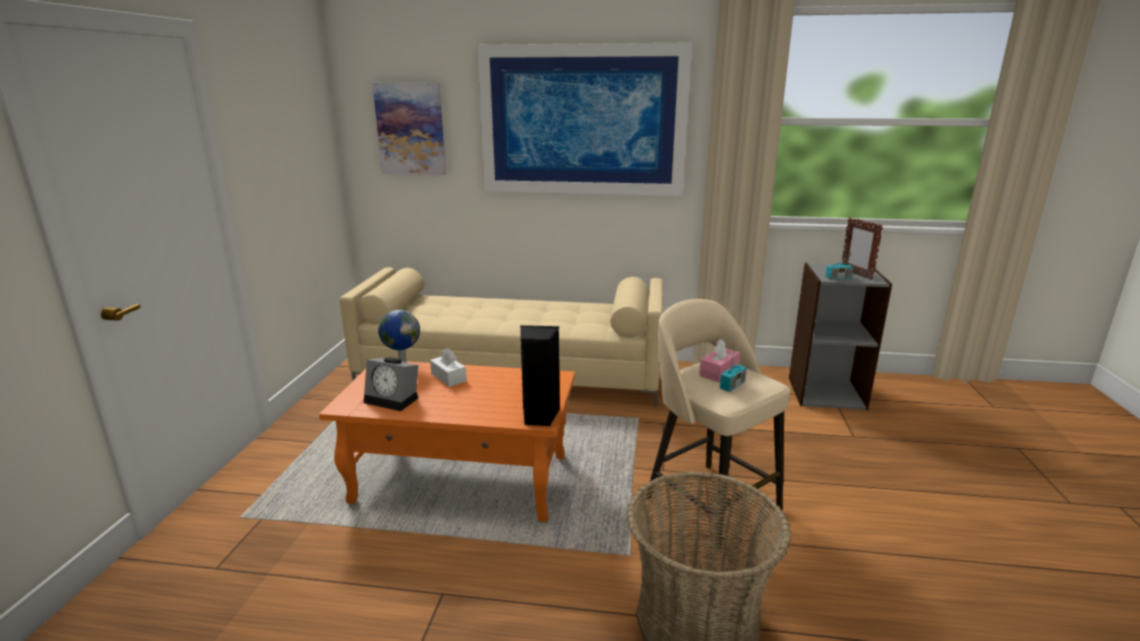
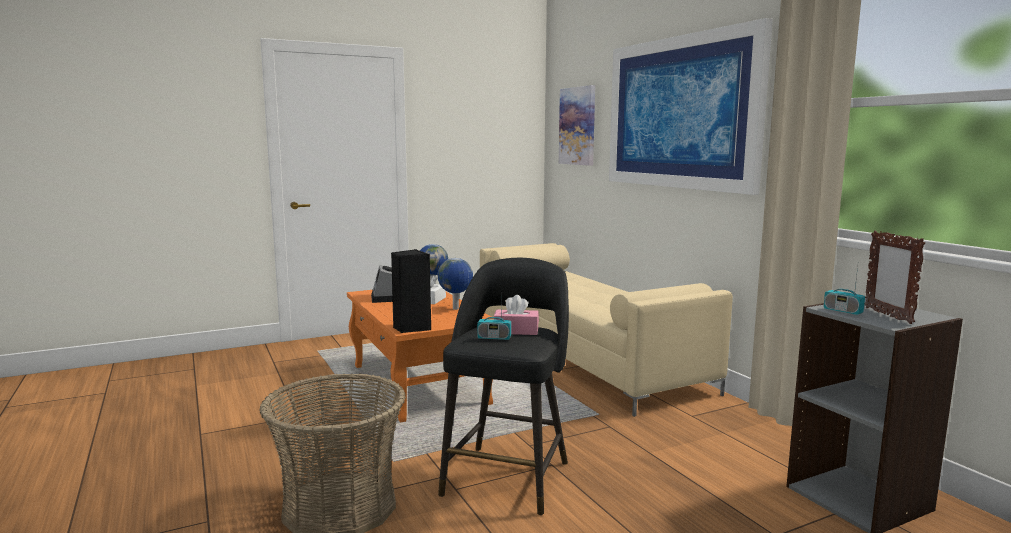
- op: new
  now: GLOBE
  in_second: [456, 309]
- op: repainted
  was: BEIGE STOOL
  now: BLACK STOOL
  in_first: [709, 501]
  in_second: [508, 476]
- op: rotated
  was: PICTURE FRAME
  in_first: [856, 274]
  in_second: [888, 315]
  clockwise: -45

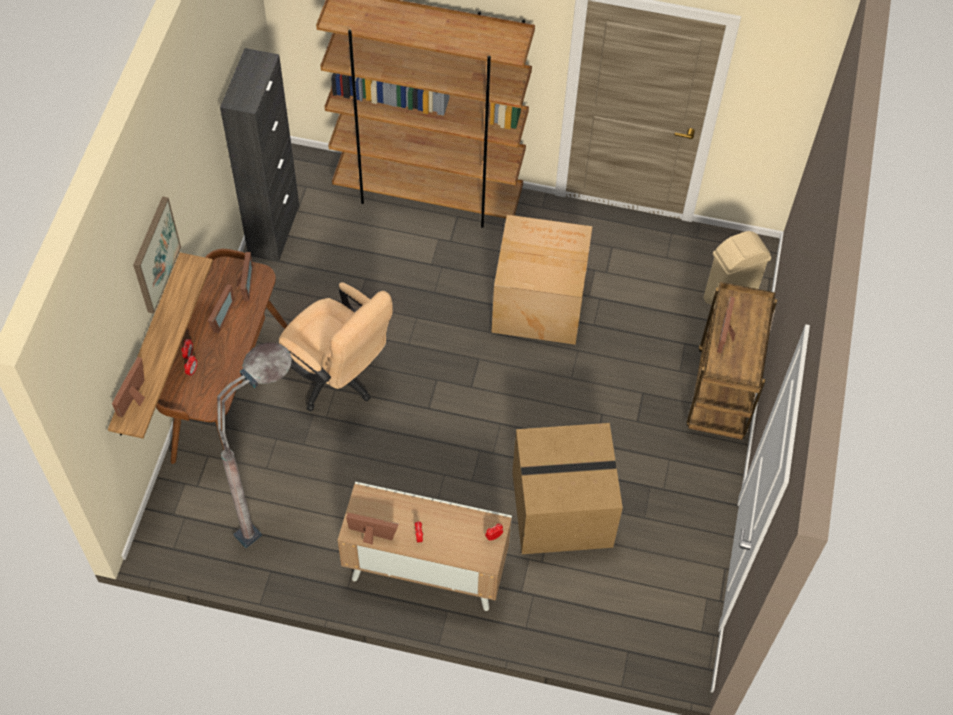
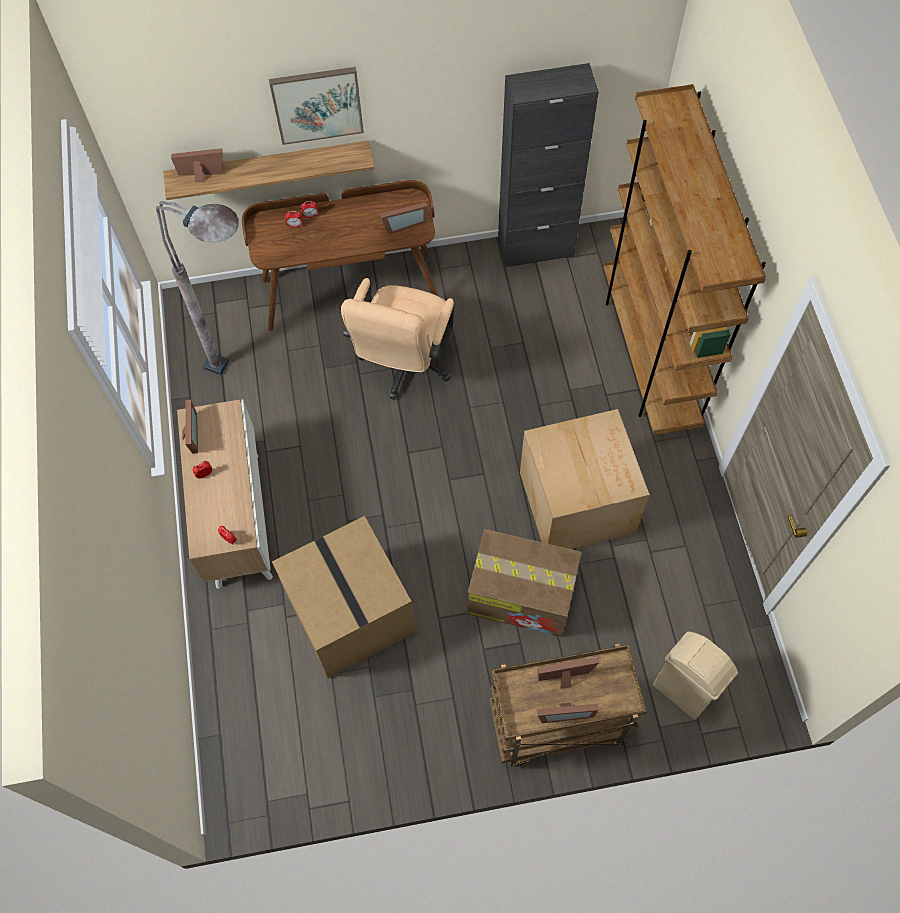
- op: new
  now: CARDBOARD BOX
  in_second: [523, 594]
- op: shifted
  was: PICTURE FRAME
  in_first: [219, 316]
  in_second: [563, 712]

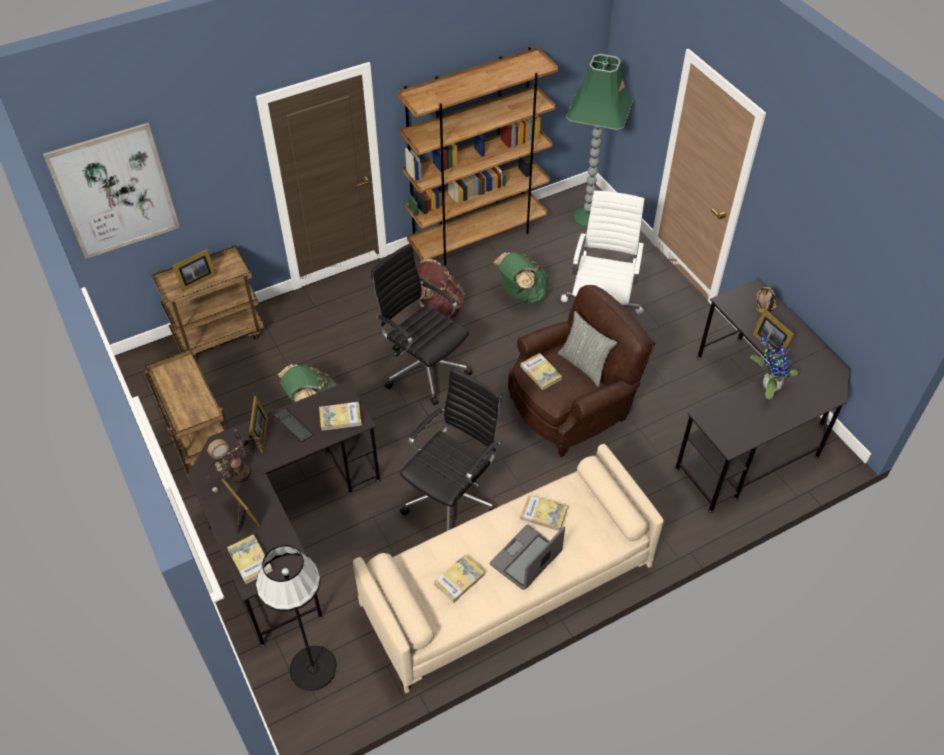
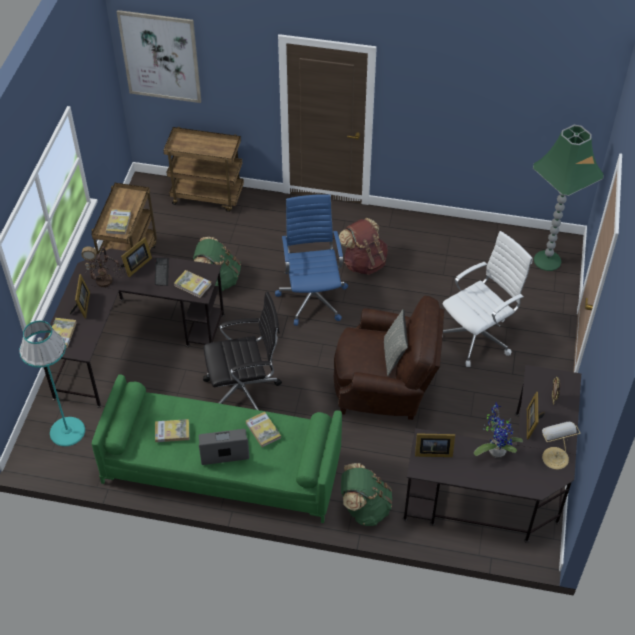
- op: gone
  was: BROWN BOOKCASE
  in_first: [478, 237]
- op: new
  now: TABLE LAMP
  in_second: [554, 457]
- op: shifted
  was: PICTURE FRAME
  in_first: [195, 281]
  in_second: [432, 452]
- op: shifted
  was: GREEN BACKPACK
  in_first: [521, 295]
  in_second: [364, 507]
- op: shifted
  was: BOOK
  in_first: [541, 373]
  in_second: [118, 223]
- op: repainted
  was: BLACK FLOOR LAMP
  now: TURQUOISE FLOOR LAMP
  in_first: [313, 668]
  in_second: [67, 431]
- op: repainted
  was: BEIGE SOFA
  now: GREEN SOFA
  in_first: [507, 585]
  in_second: [222, 467]
- op: repainted
  was: BLACK OFFICE CHAIR
  now: BLUE OFFICE CHAIR
  in_first: [424, 368]
  in_second: [313, 297]

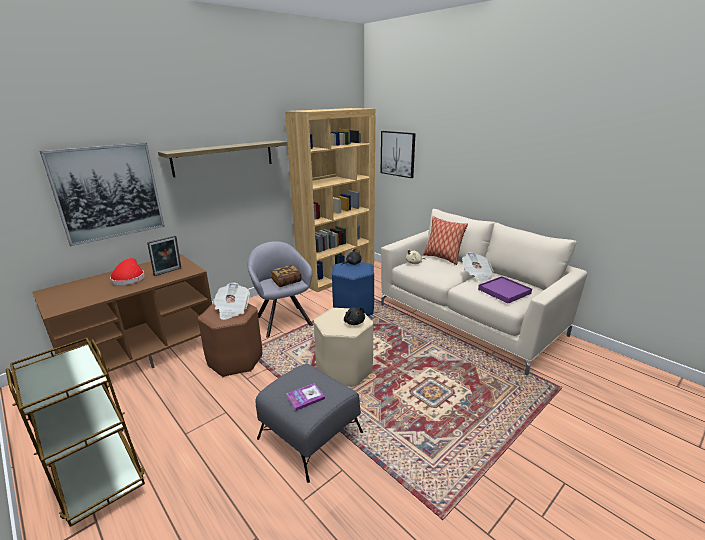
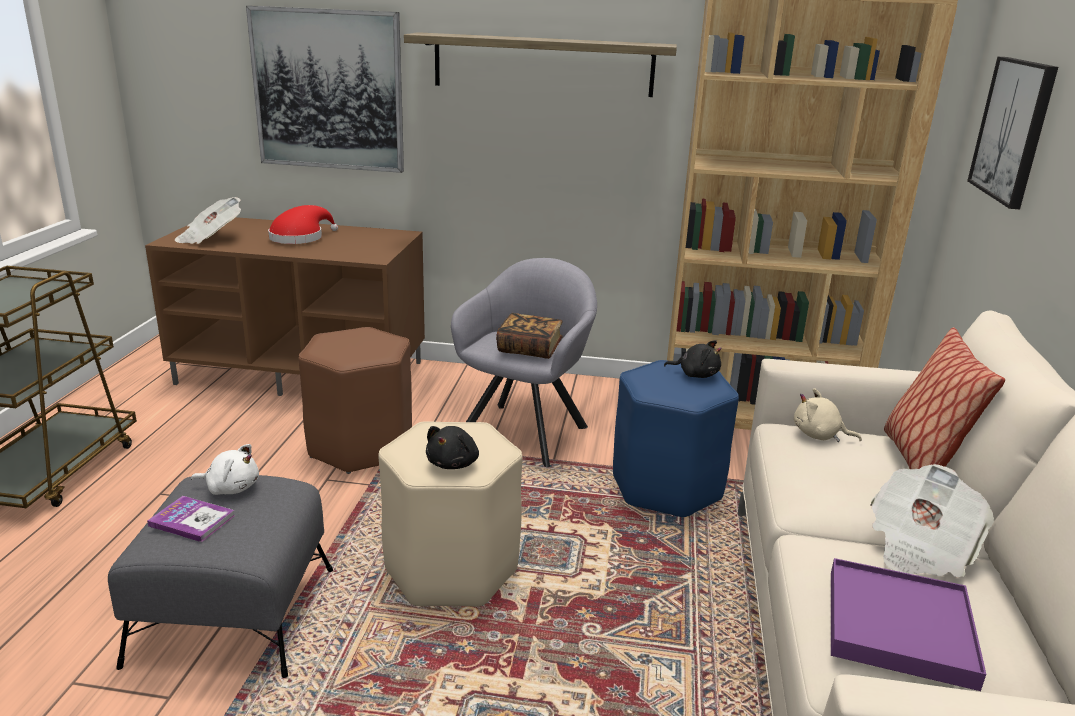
- op: gone
  was: PICTURE FRAME
  in_first: [168, 272]
- op: new
  now: WHITE PLUSH TOY
  in_second: [231, 488]
- op: shifted
  was: NEWSPAPER
  in_first: [232, 310]
  in_second: [210, 238]

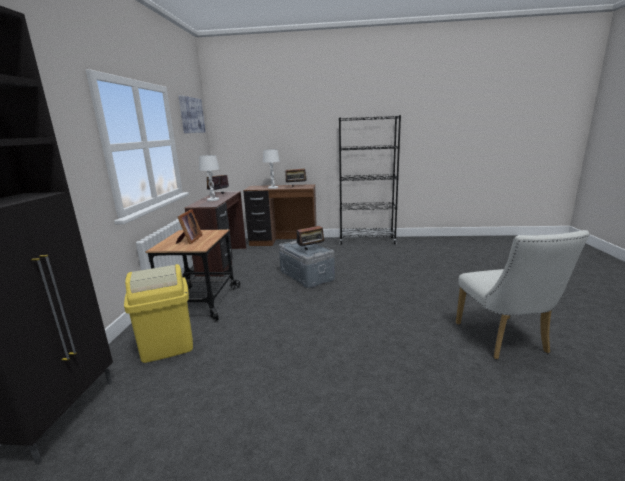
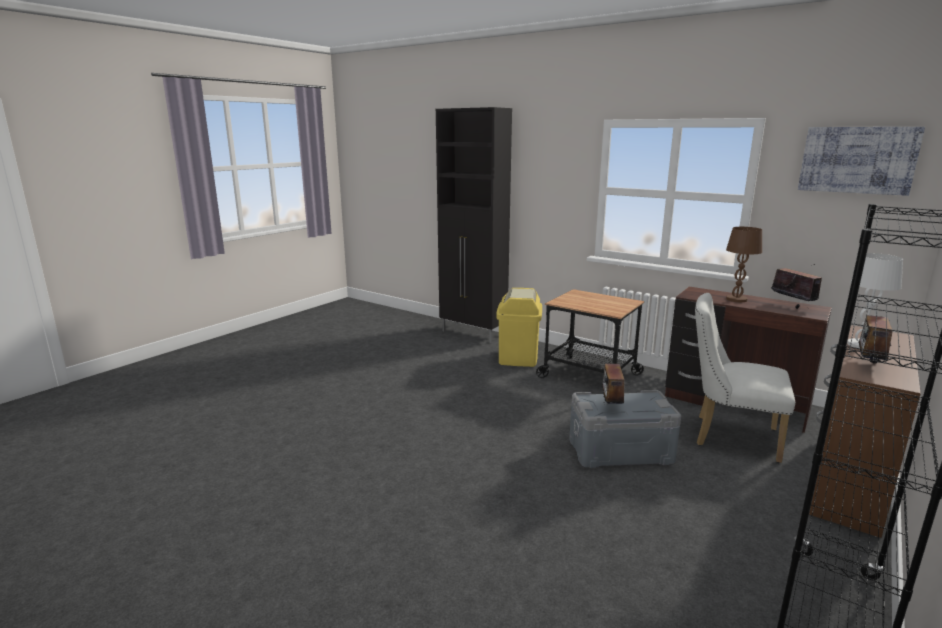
- op: gone
  was: PICTURE FRAME
  in_first: [189, 240]
- op: shifted
  was: WHITE CHAIR
  in_first: [504, 341]
  in_second: [729, 436]
- op: repainted
  was: WHITE TABLE LAMP
  now: BROWN TABLE LAMP
  in_first: [212, 200]
  in_second: [736, 299]

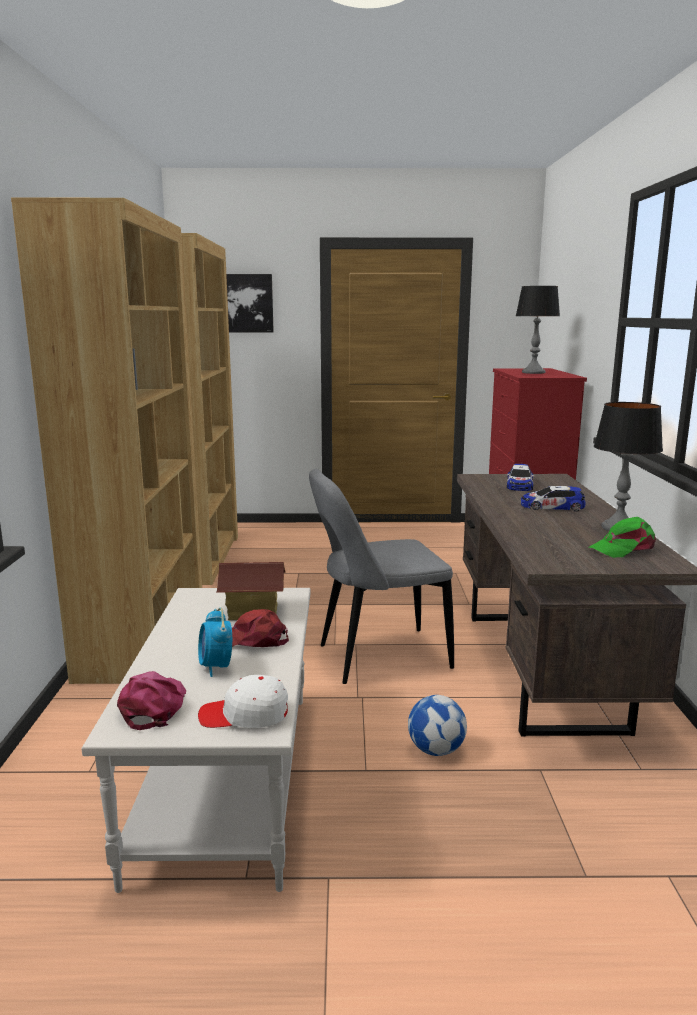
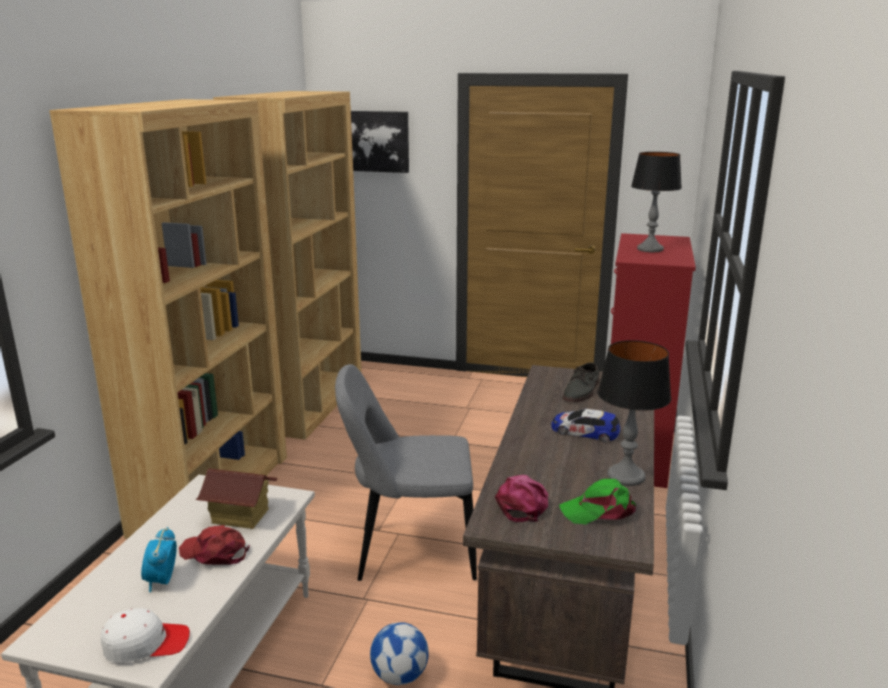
- op: shifted
  was: PINK CAP
  in_first: [154, 707]
  in_second: [523, 503]
- op: swapped
  was: TOY CAR
  now: GREY SHOE
  in_first: [519, 485]
  in_second: [582, 391]
- op: rotated
  was: WHITE CAP
  in_first: [244, 715]
  in_second: [146, 643]
  clockwise: 150

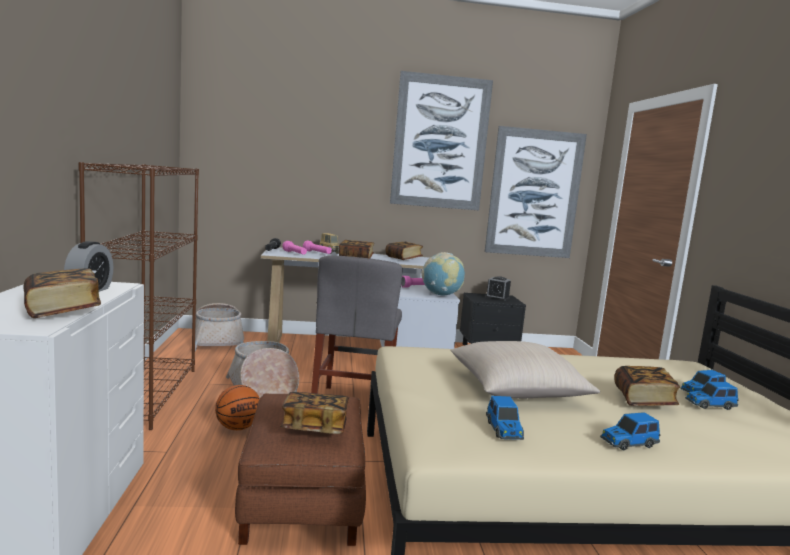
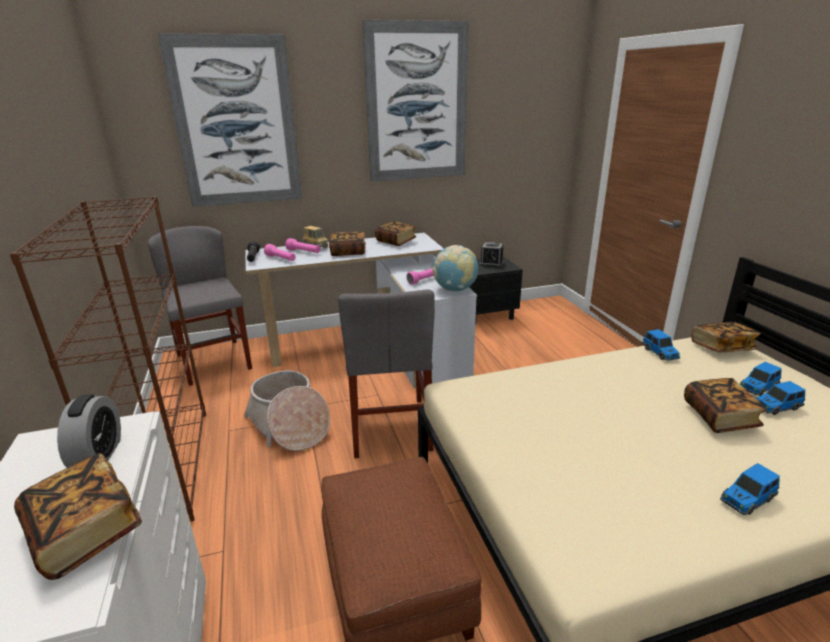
- op: gone
  was: BASKETBALL
  in_first: [237, 428]
- op: gone
  was: BEIGE PILLOW
  in_first: [516, 390]
- op: shifted
  was: BOOK
  in_first: [315, 427]
  in_second: [721, 347]
- op: shifted
  was: PICTURE
  in_first: [534, 193]
  in_second: [236, 123]
- op: shifted
  was: TOY CAR
  in_first: [504, 430]
  in_second: [660, 353]
- op: swapped
  was: BASKET
  now: GREY CHAIR
  in_first: [217, 341]
  in_second: [214, 362]

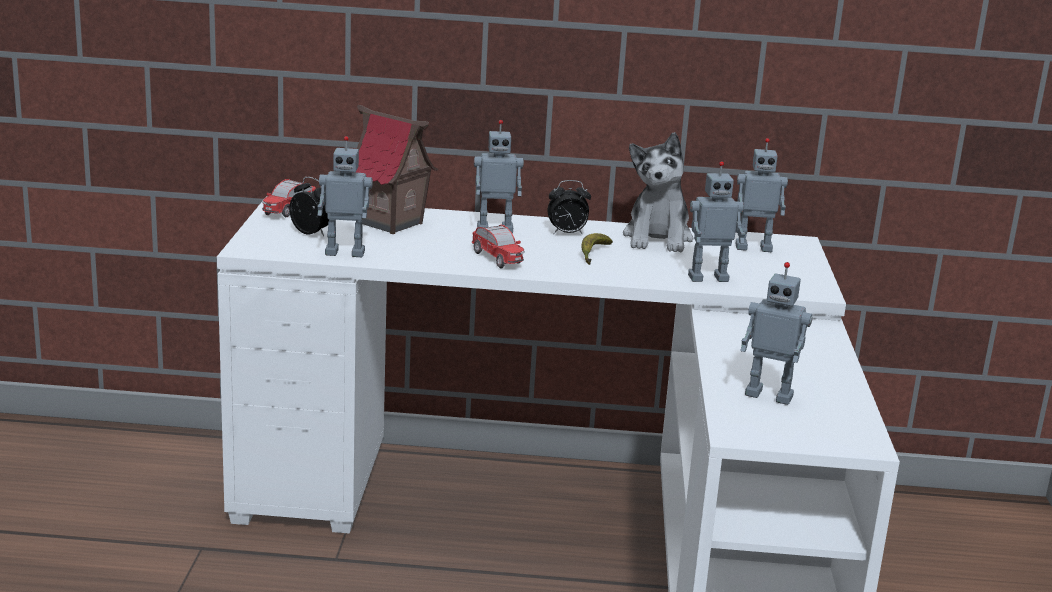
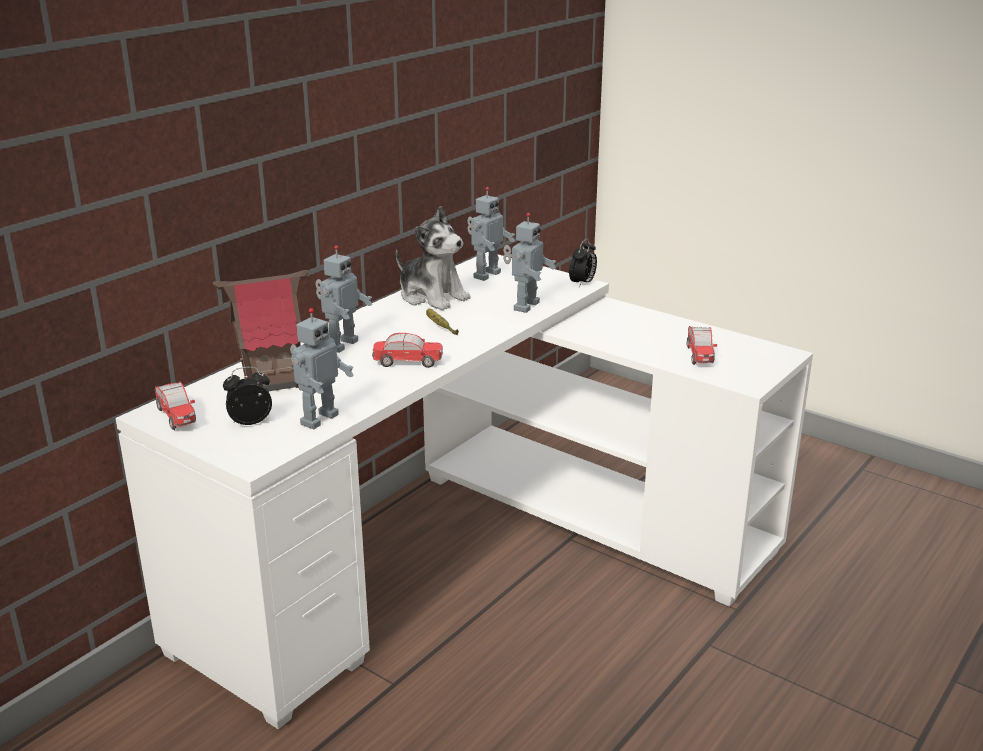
- op: shifted
  was: ALARM CLOCK
  in_first: [567, 234]
  in_second: [582, 283]
- op: swapped
  was: TOY ROBOT
  now: TOY CAR
  in_first: [769, 395]
  in_second: [700, 356]

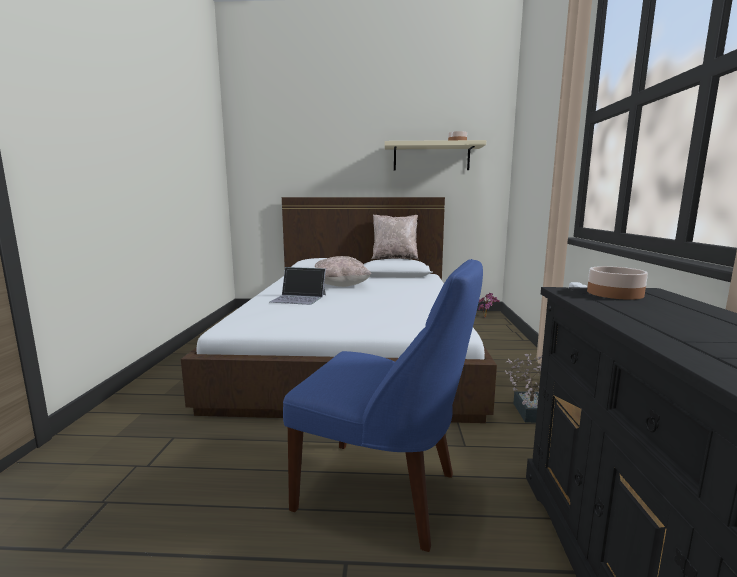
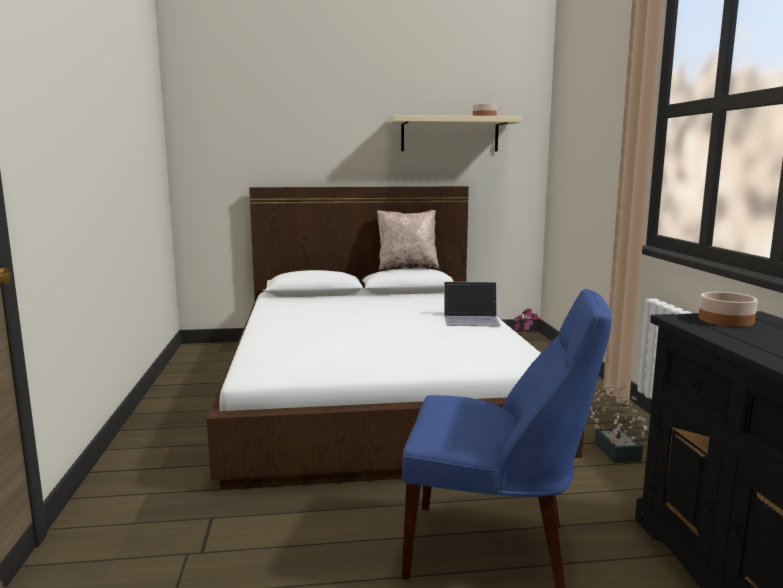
- op: gone
  was: BEIGE PILLOW
  in_first: [341, 285]
- op: shifted
  was: LAPTOP
  in_first: [299, 298]
  in_second: [471, 319]

